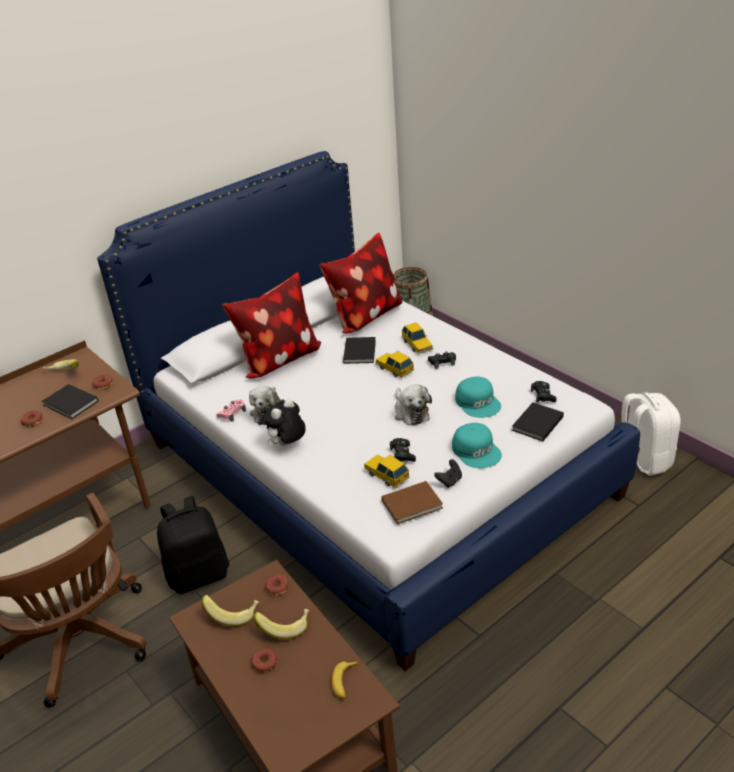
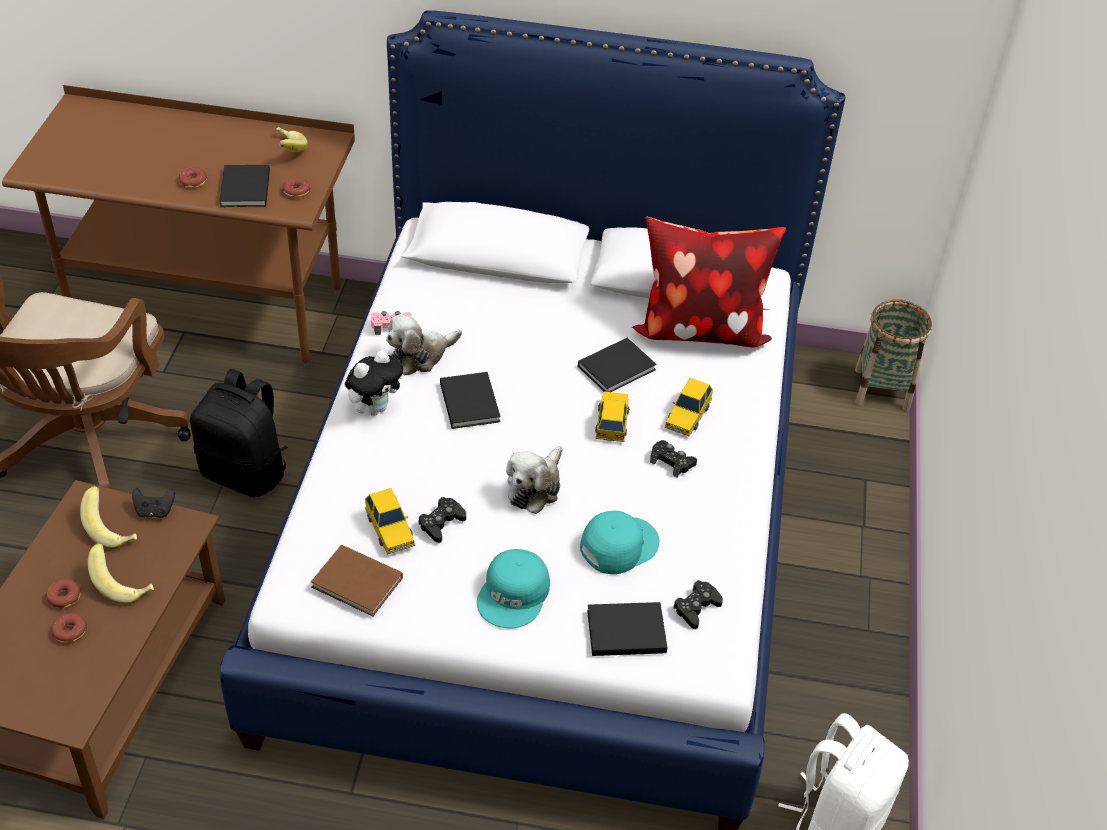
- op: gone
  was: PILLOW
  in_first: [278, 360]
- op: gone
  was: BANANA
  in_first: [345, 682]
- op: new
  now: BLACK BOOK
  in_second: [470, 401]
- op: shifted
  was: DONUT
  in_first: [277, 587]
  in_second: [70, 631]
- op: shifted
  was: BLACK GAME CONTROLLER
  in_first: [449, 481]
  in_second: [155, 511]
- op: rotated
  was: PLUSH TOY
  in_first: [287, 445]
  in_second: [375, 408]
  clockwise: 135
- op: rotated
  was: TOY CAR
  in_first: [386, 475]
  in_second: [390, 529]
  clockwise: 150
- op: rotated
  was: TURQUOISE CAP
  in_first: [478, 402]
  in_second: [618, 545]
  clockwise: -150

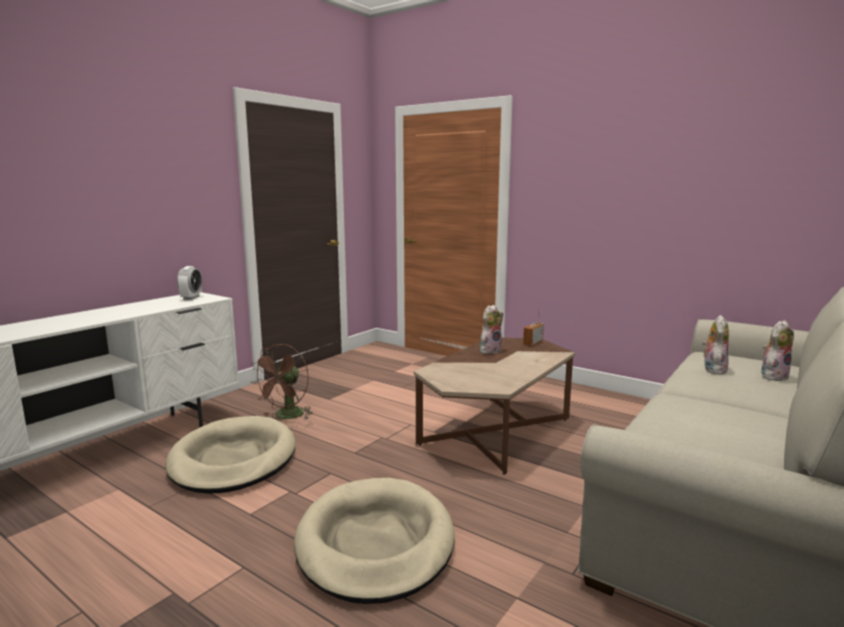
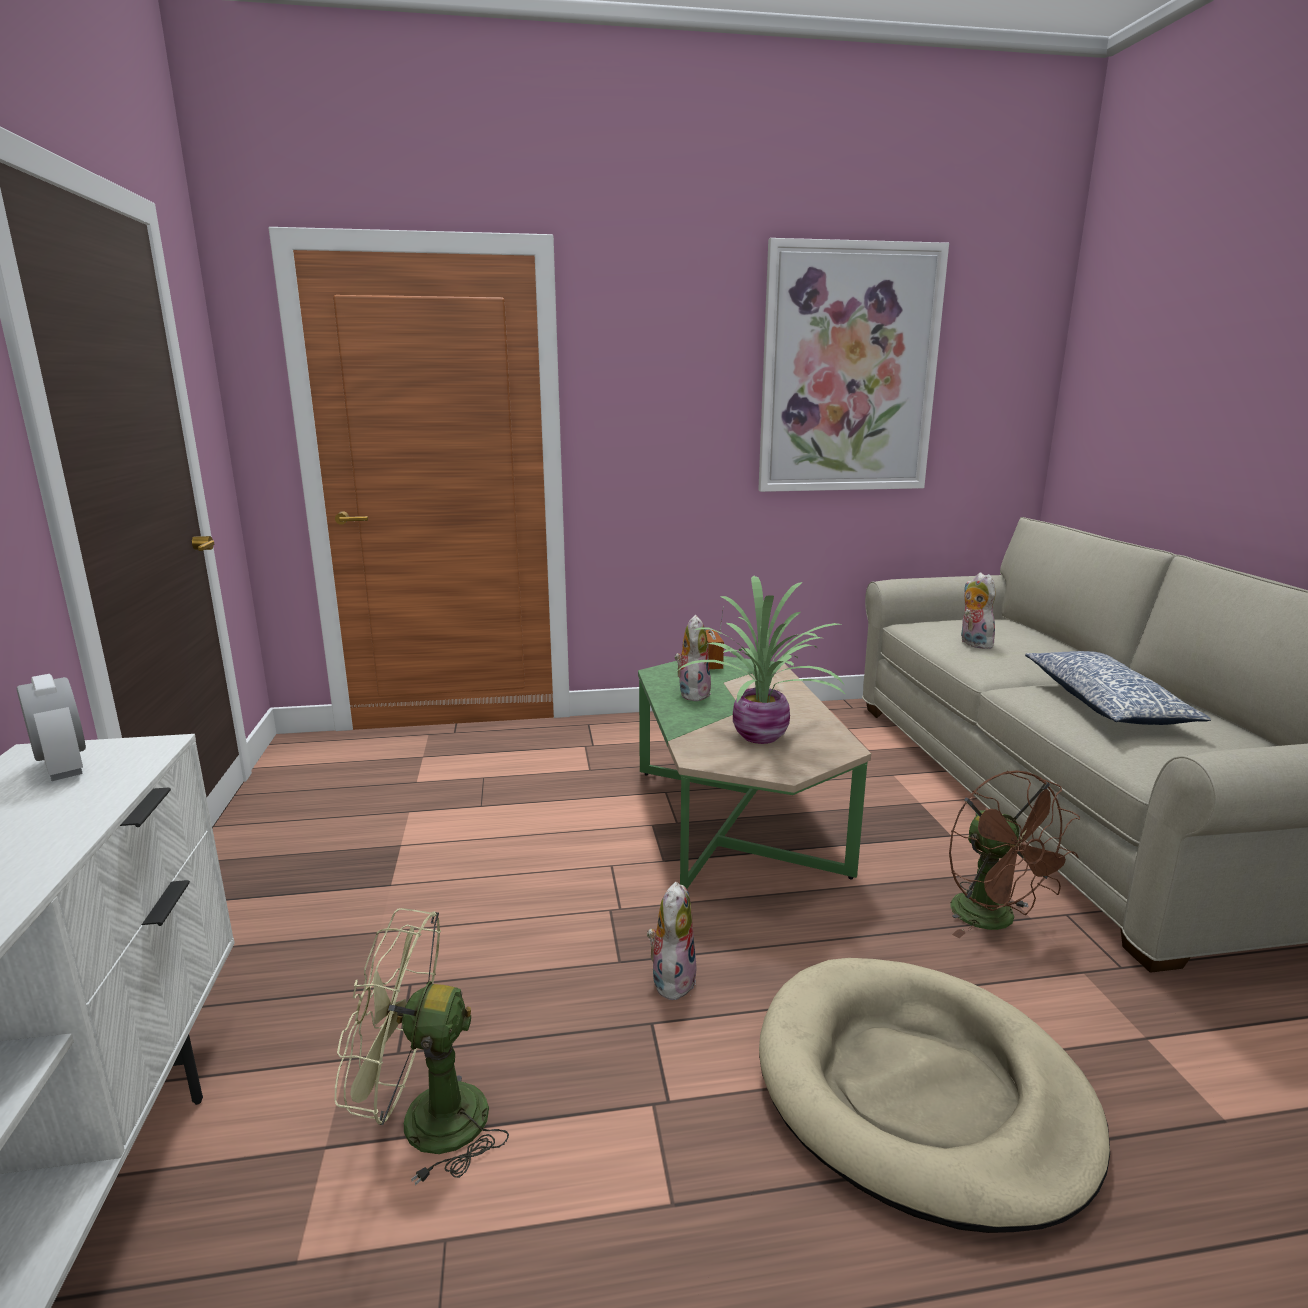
- op: new
  now: POTTED PLANT
  in_second: [763, 736]
- op: new
  now: PICTURE
  in_second: [848, 370]
- op: new
  now: PILLOW
  in_second: [1105, 704]
- op: shifted
  was: BROWN FAN
  in_first: [286, 417]
  in_second: [994, 920]
- op: shifted
  was: PLUSH TOY
  in_first: [773, 376]
  in_second: [671, 978]
- op: swapped
  was: BEIGE DOG BED
  now: GREEN FAN
  in_first: [233, 459]
  in_second: [424, 1122]
- op: repainted
  was: BROWN COFFEE TABLE
  now: GREEN COFFEE TABLE
  in_first: [497, 431]
  in_second: [736, 820]

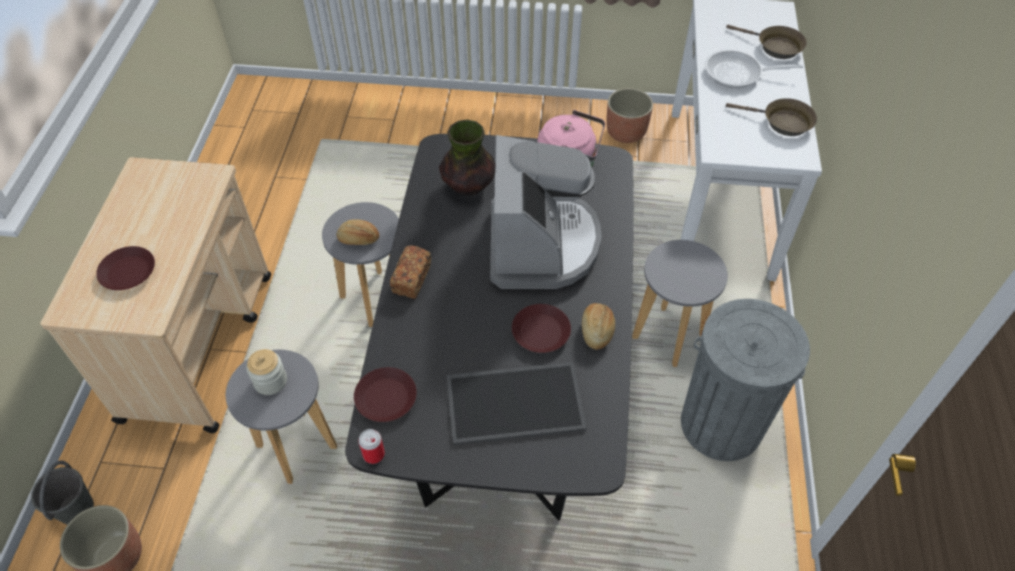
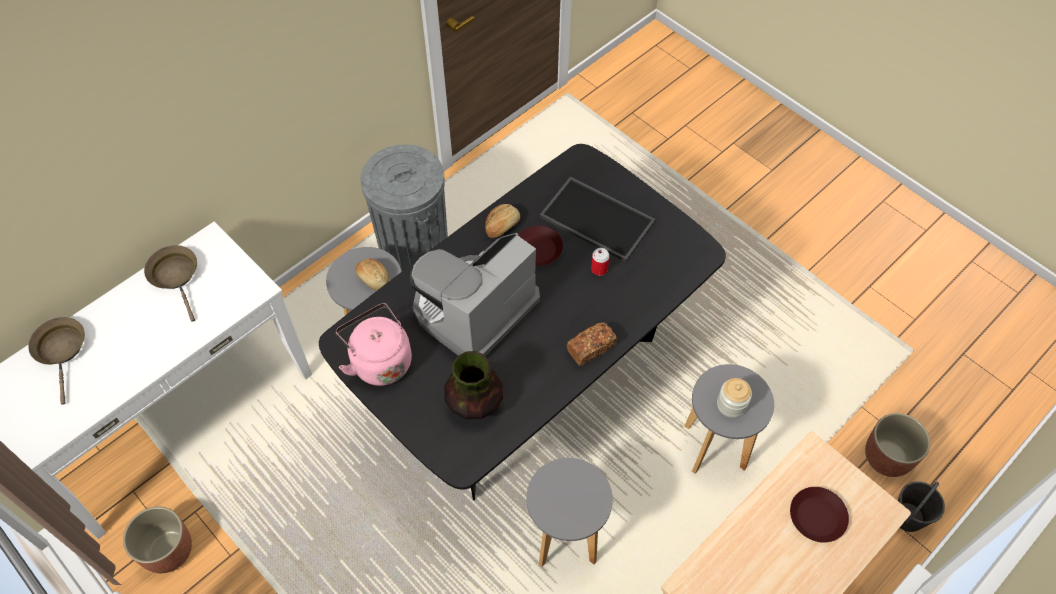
- op: gone
  was: BROWN PLATE
  in_first: [386, 398]
- op: gone
  was: FRYING PAN
  in_first: [738, 74]
- op: shifted
  was: BREAD
  in_first: [358, 239]
  in_second: [373, 278]
- op: shifted
  was: CAN
  in_first: [373, 454]
  in_second: [599, 269]

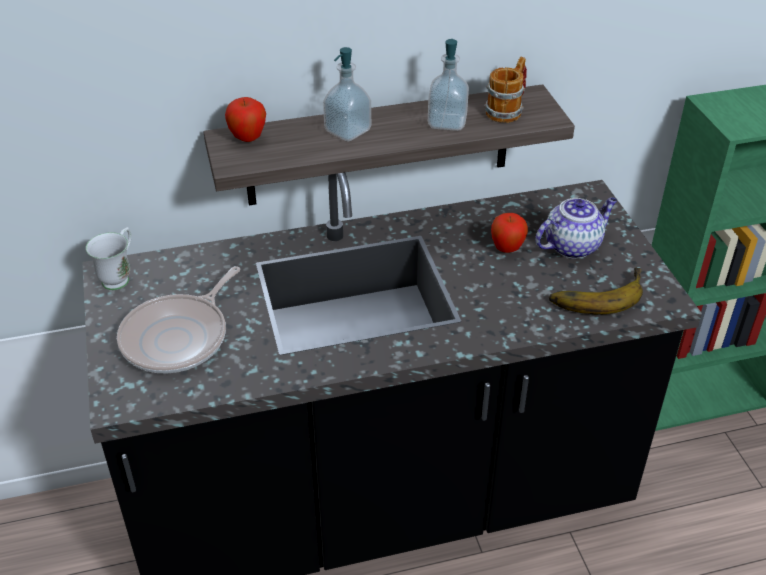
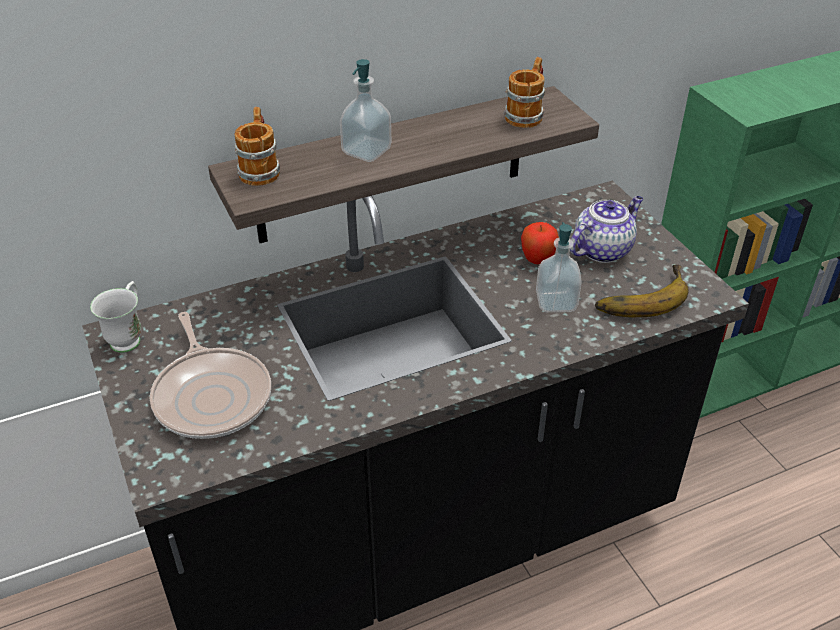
- op: shifted
  was: SOAP DISPENSER
  in_first: [447, 122]
  in_second: [556, 302]
- op: swapped
  was: APPLE
  now: MUG
  in_first: [248, 139]
  in_second: [260, 169]
- op: rotated
  was: FRYING PAN
  in_first: [179, 337]
  in_second: [212, 395]
  clockwise: -45

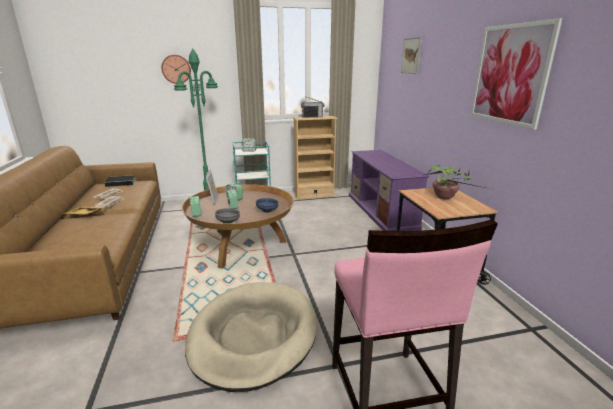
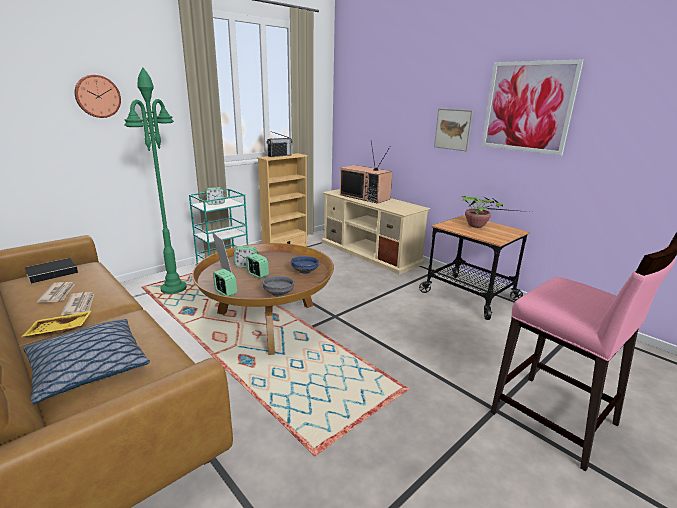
- op: gone
  was: BEIGE DOG BED
  in_first: [253, 336]
- op: new
  now: PILLOW
  in_second: [89, 369]
- op: new
  now: TELEVISION
  in_second: [365, 197]
- op: shifted
  was: PICTURE
  in_first: [411, 55]
  in_second: [453, 129]
- op: repainted
  was: PURPLE TV STAND
  now: BEIGE TV STAND
  in_first: [382, 211]
  in_second: [370, 252]

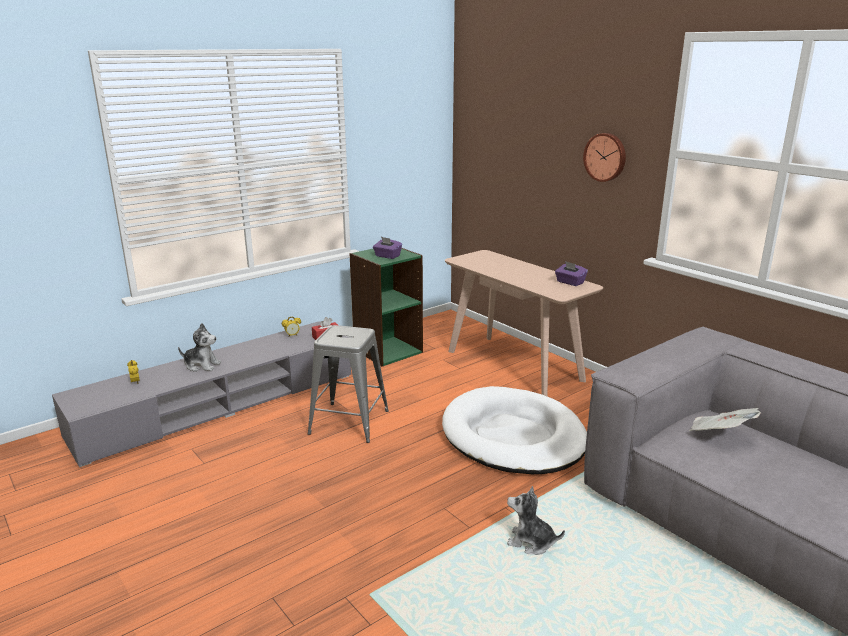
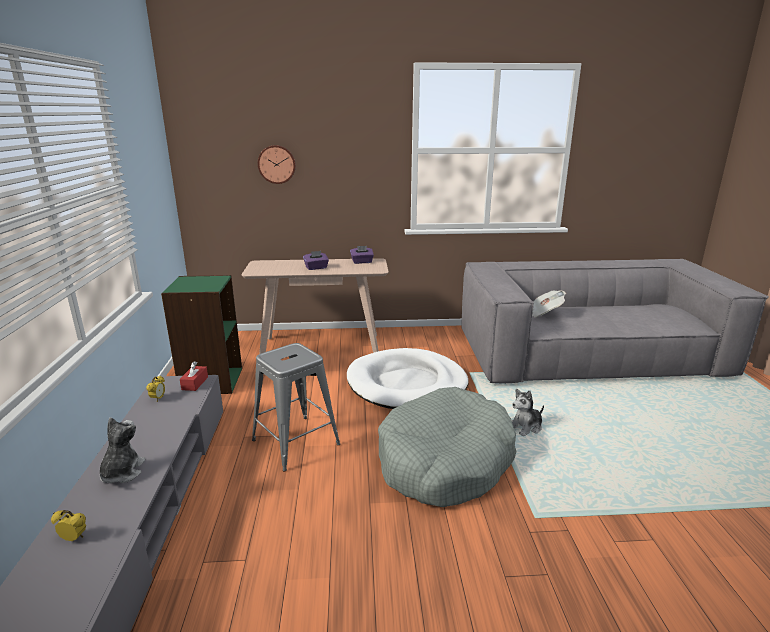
- op: new
  now: GREY DOG BED
  in_second: [445, 461]
- op: shifted
  was: PURPLE TISSUE BOX
  in_first: [387, 256]
  in_second: [316, 268]
- op: shifted
  was: WALL CLOCK
  in_first: [605, 157]
  in_second: [277, 164]
- op: rotated
  was: PLUSH TOY
  in_first: [202, 365]
  in_second: [122, 472]
  clockwise: -45

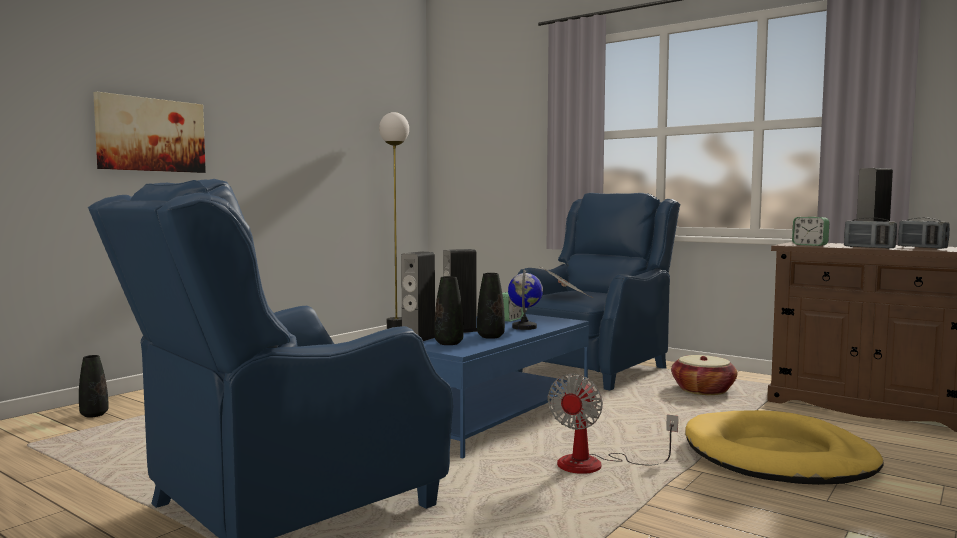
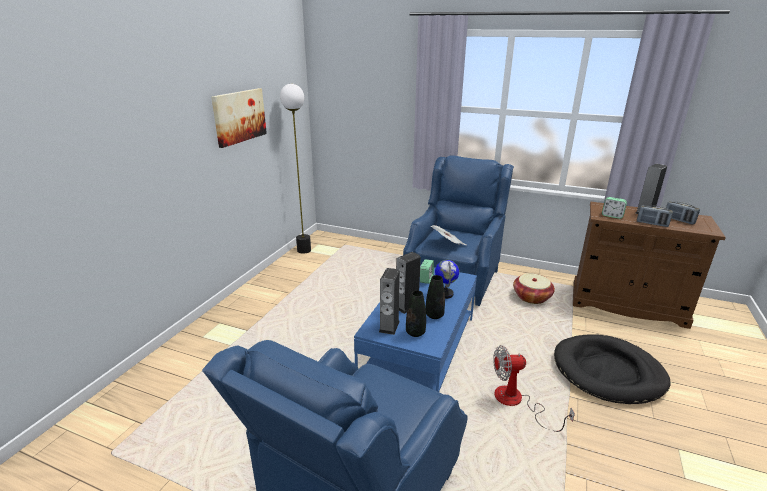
- op: gone
  was: BLACK VASE
  in_first: [94, 415]
- op: shifted
  was: PICTURE
  in_first: [151, 135]
  in_second: [239, 116]
- op: repainted
  was: YELLOW DOG BED
  now: BLACK DOG BED
  in_first: [778, 456]
  in_second: [608, 372]
- op: rotated
  was: FAN
  in_first: [595, 465]
  in_second: [517, 402]
  clockwise: 75

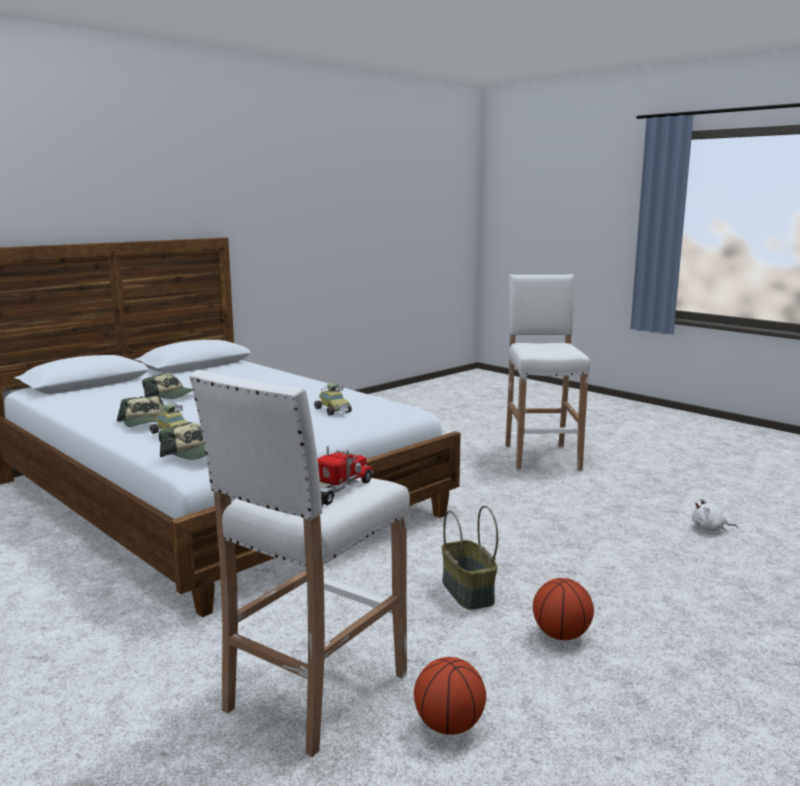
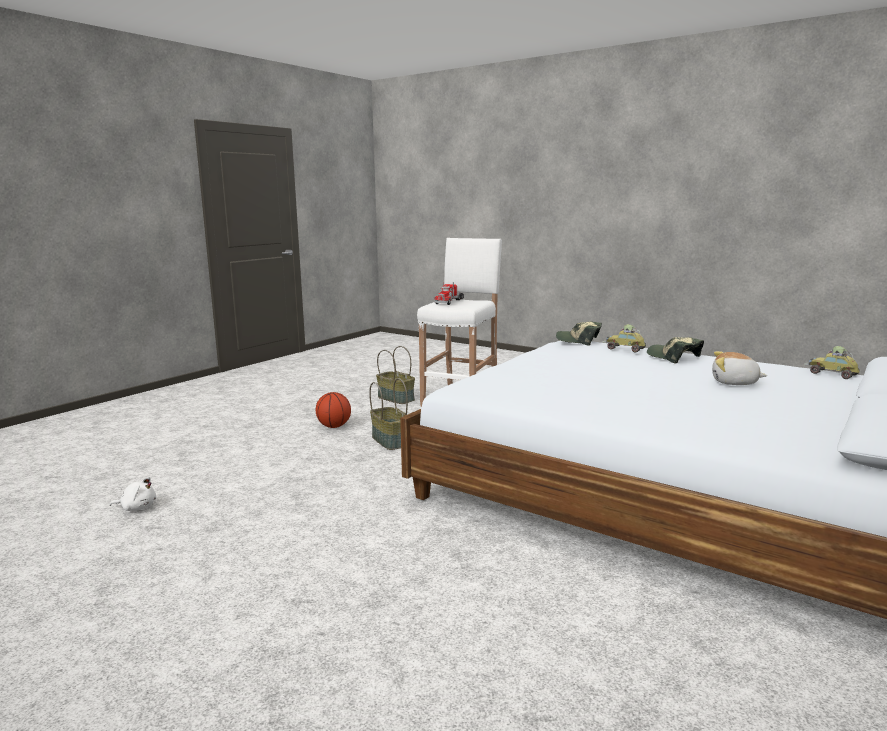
- op: gone
  was: WHITE STOOL
  in_first: [541, 457]
- op: shifted
  was: TOY CAR
  in_first: [334, 410]
  in_second: [832, 374]
- op: swapped
  was: CAP
  now: PLUSH TOY
  in_first: [172, 396]
  in_second: [734, 383]
- op: swapped
  was: BASKETBALL
  now: BASKET
  in_first: [449, 726]
  in_second: [396, 398]

